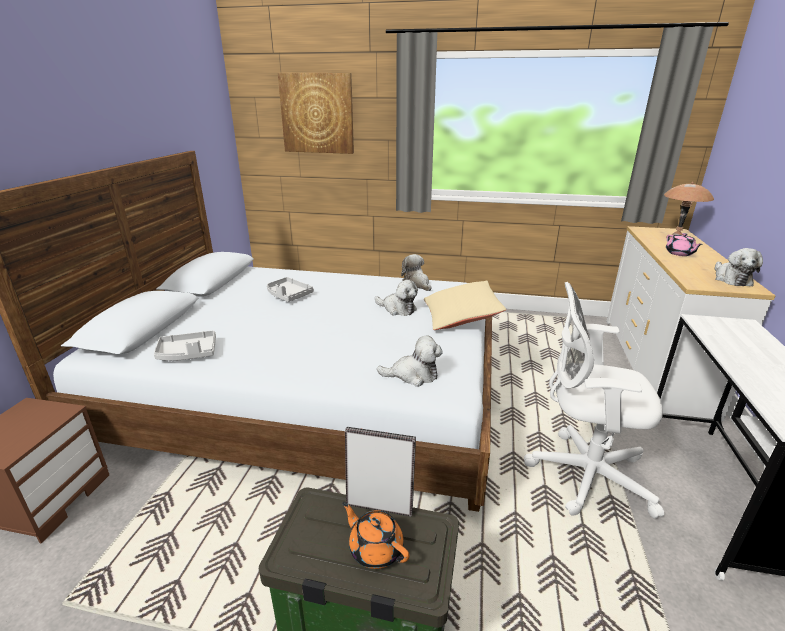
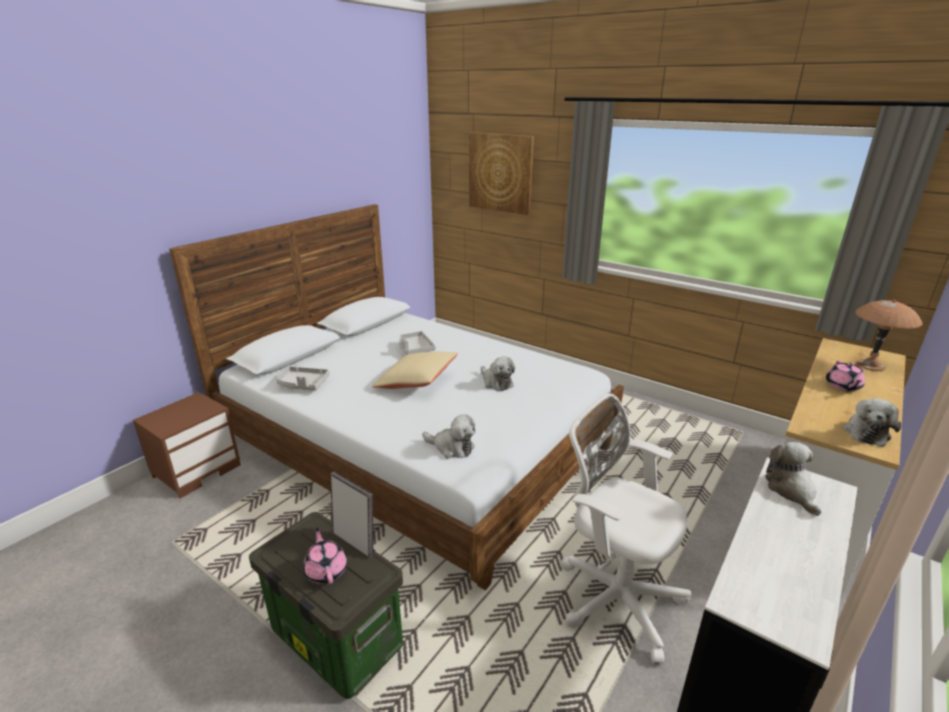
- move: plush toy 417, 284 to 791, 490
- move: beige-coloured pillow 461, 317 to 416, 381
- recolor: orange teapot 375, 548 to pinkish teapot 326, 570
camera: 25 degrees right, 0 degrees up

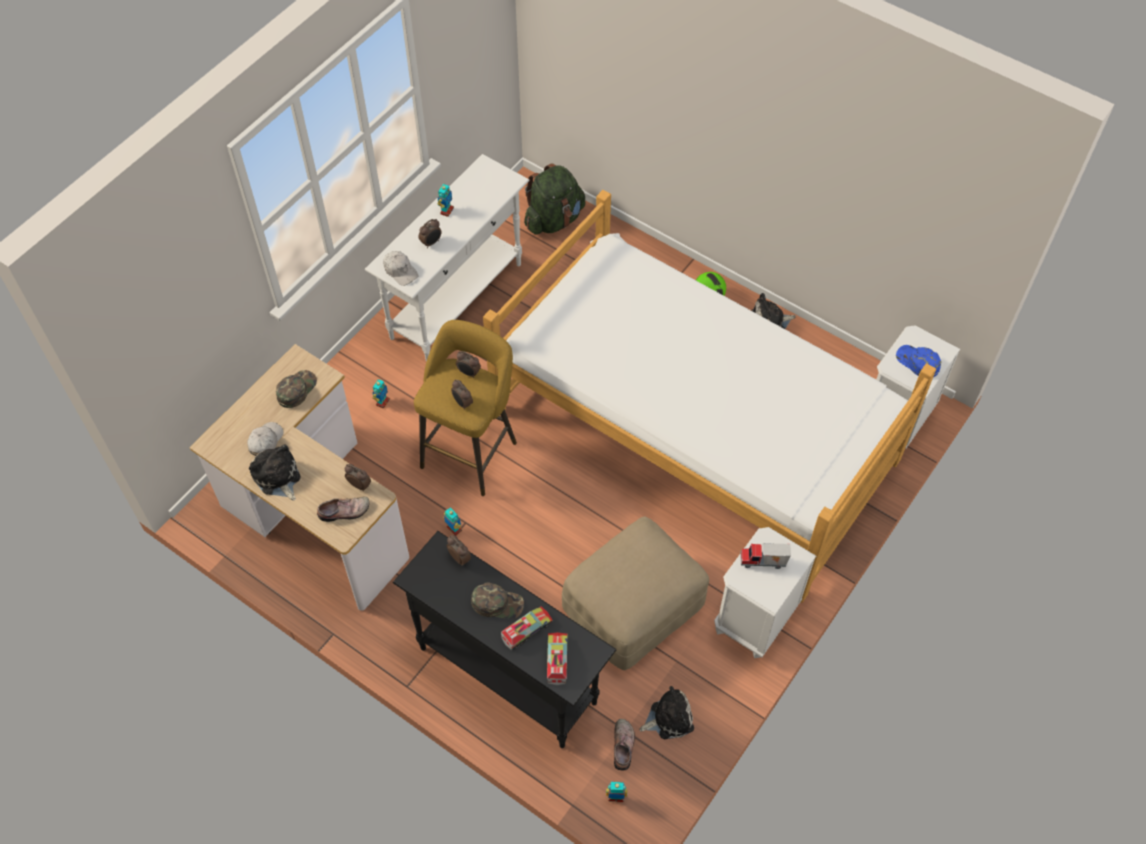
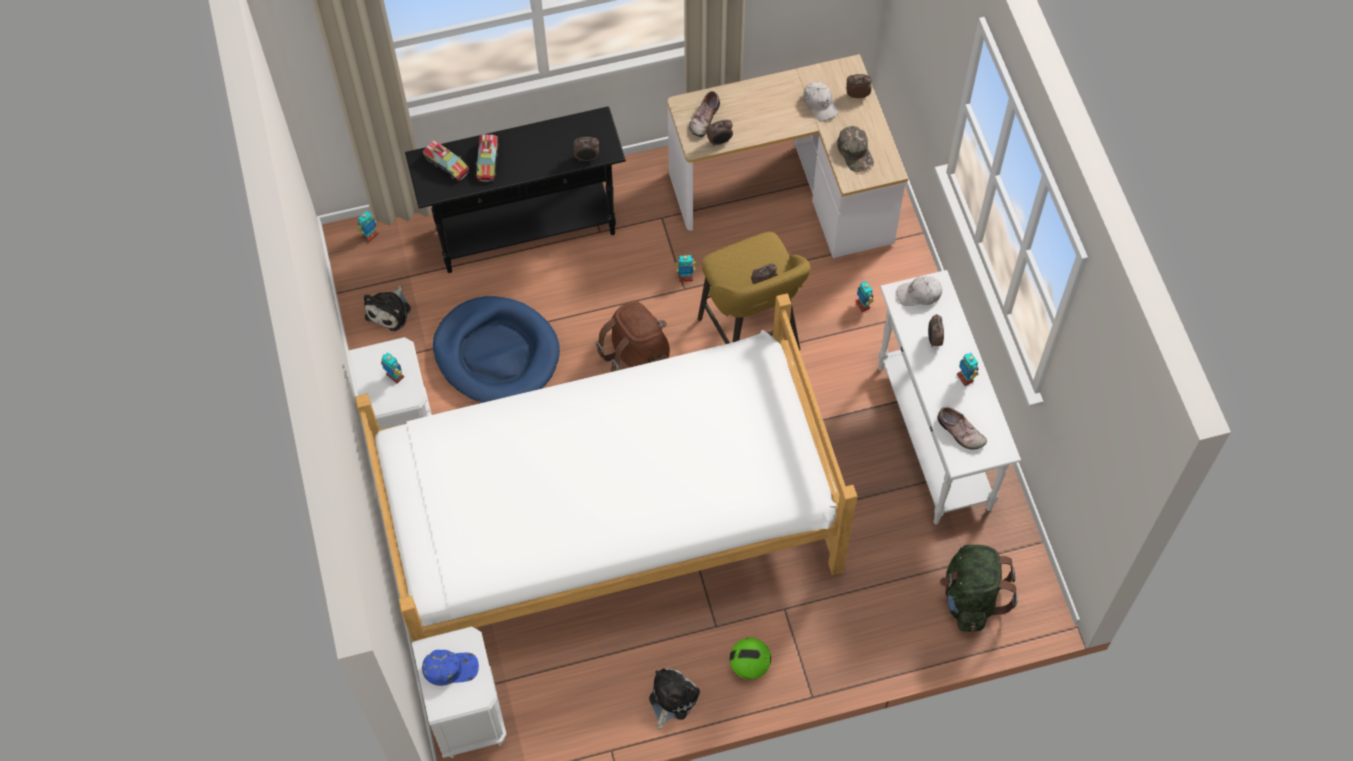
- delete: plush toy 277, 478
- delete: greenish peaked cap 497, 603
- insert: brown-coloured rucksack 638, 356
- move: table clock 462, 403 to 857, 95
- move: shoe 624, 746 to 959, 432
- replace: beige-coloured ottoman 633, 608 to bluish dog cushion 497, 353
- replace: model truck 763, 562 to model robot 395, 376
camera: 130 degrees right, 5 degrees up

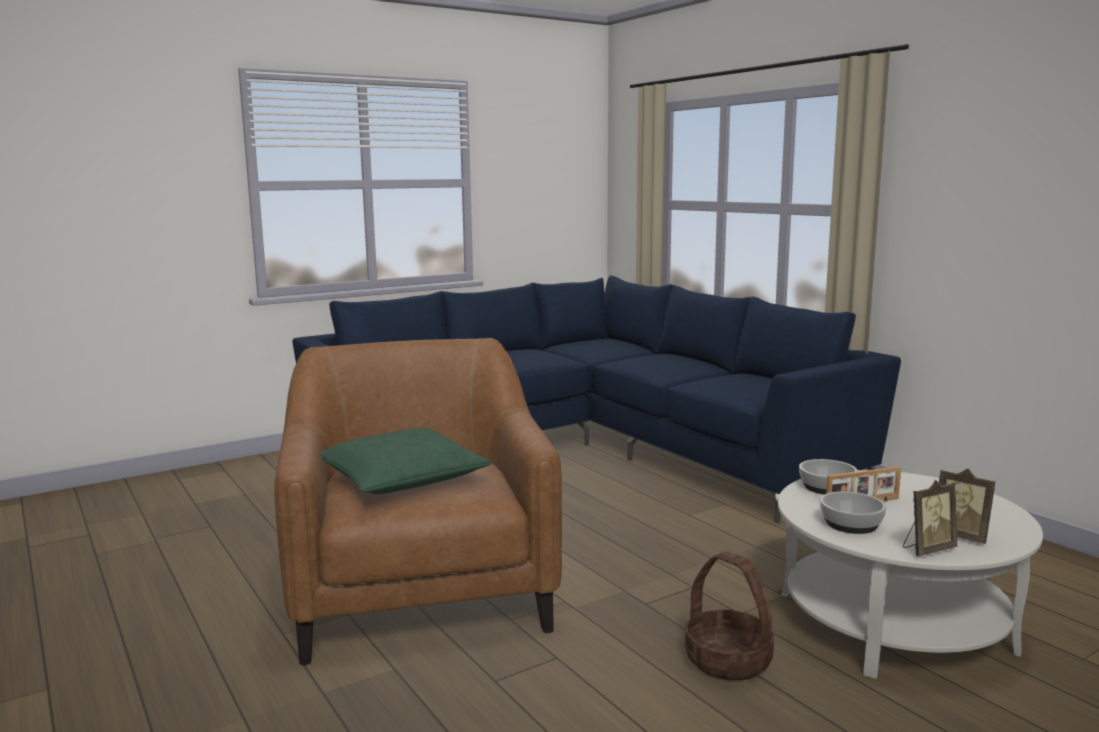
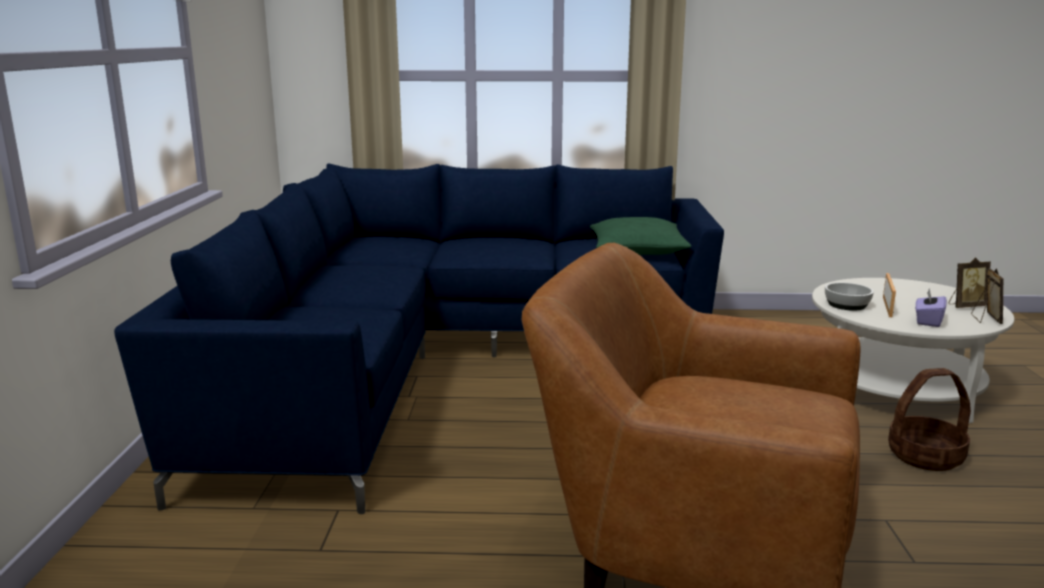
- move: greenish pillow 402, 479 to 637, 250
- replace: deep dish 851, 524 to purple box of tissues 928, 321
camera: 55 degrees left, 5 degrees up

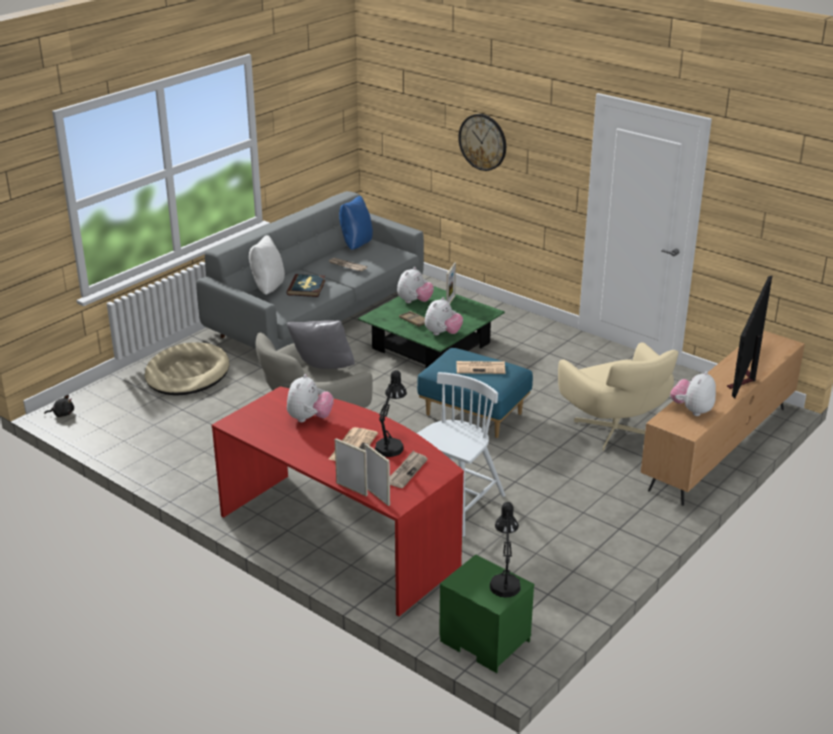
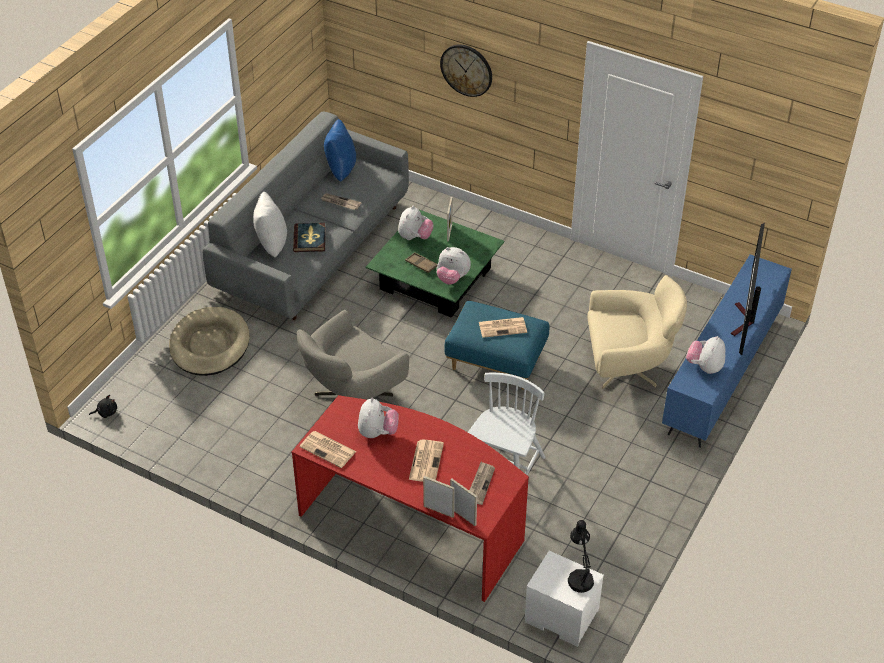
- delete: grey pillow 322, 370
- delete: blackish tabletop lamp 391, 445
- insert: printed paper 328, 449
- recolor: greenish bedside table 483, 641 to white bedside table 560, 617
- recolor: brown-coloured media console 719, 447 to bluish media console 721, 375
- rotate: plush toy 442, 333 = 452, 278 90 degrees clockwise
- rotate: beige-coloured easy chair 616, 431 = 628, 367 60 degrees counterclockwise
camera: 10 degrees left, 15 degrees up

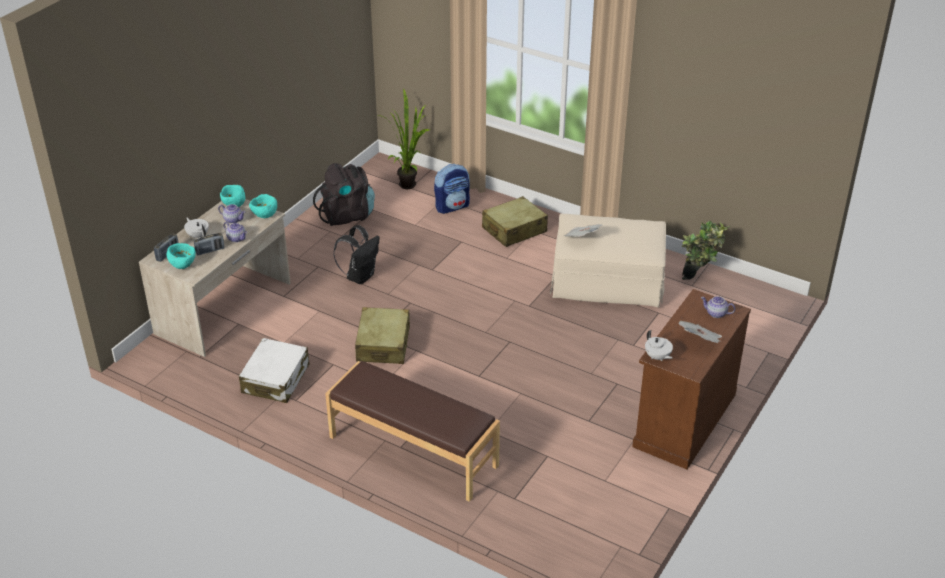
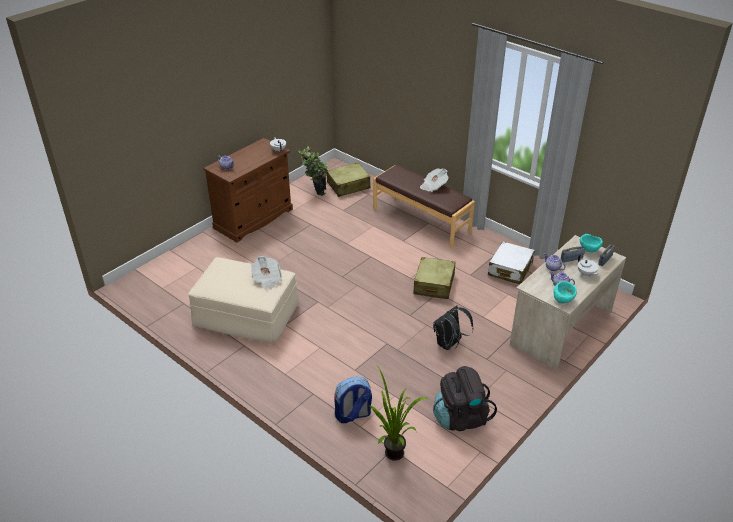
- delete: blue-green deep dish 264, 215
- move: beige-coloured piece of luggage 514, 230 to 348, 185
- move: printed paper 700, 341 to 433, 186
- move: houseplant 699, 281 to 315, 192
camera: 170 degrees left, 0 degrees up

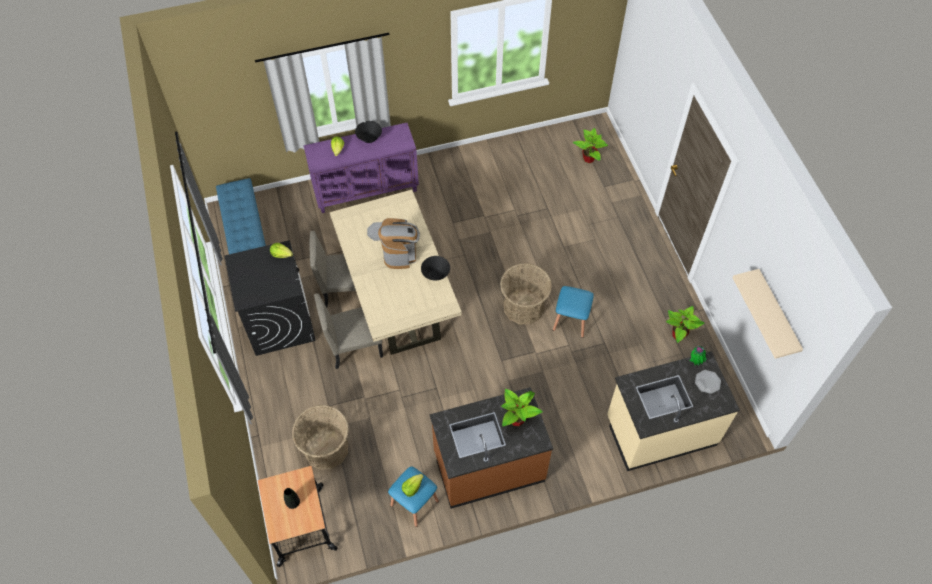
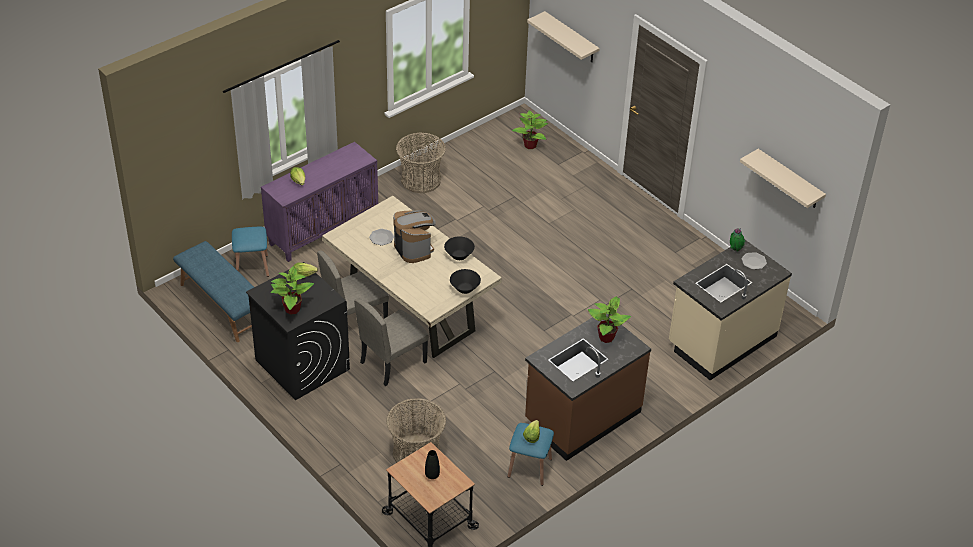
- insert: beige-coloured shelf 571, 38
- move: blackish deep dish 369, 138 to 465, 289
- move: basket 523, 307 to 421, 180
- move: bluish sitting stool 571, 321 to 252, 267
- move: houseplant 678, 335 to 292, 309
camera: 25 degrees left, 15 degrees down

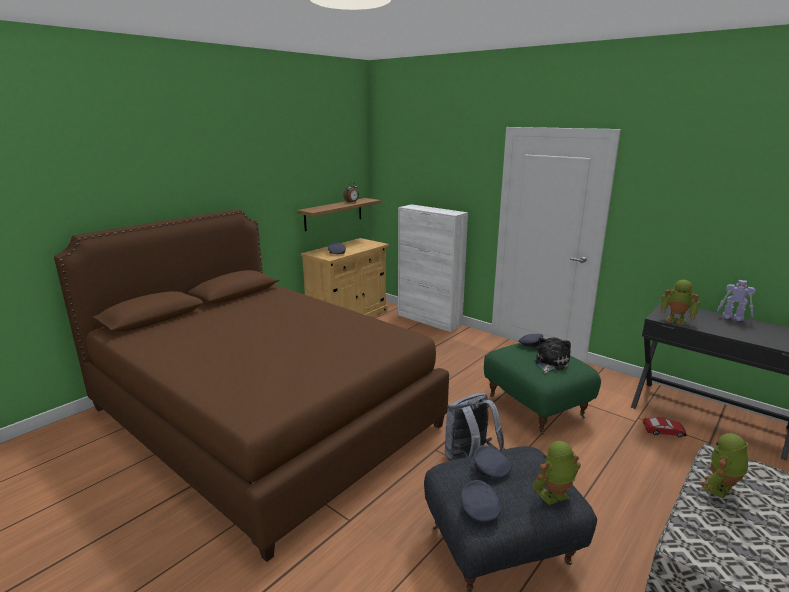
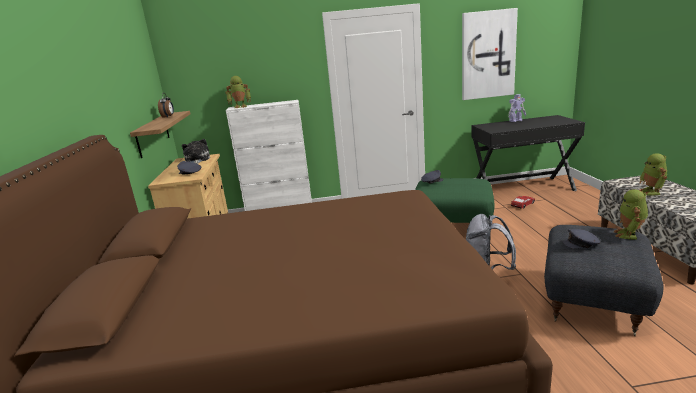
- delete: grey peaked cap 479, 508
- insert: picture 488, 55
- move: plush toy 550, 363 to 197, 160
- move: model robot 676, 320 to 240, 106
camera: 45 degrees left, 0 degrees up

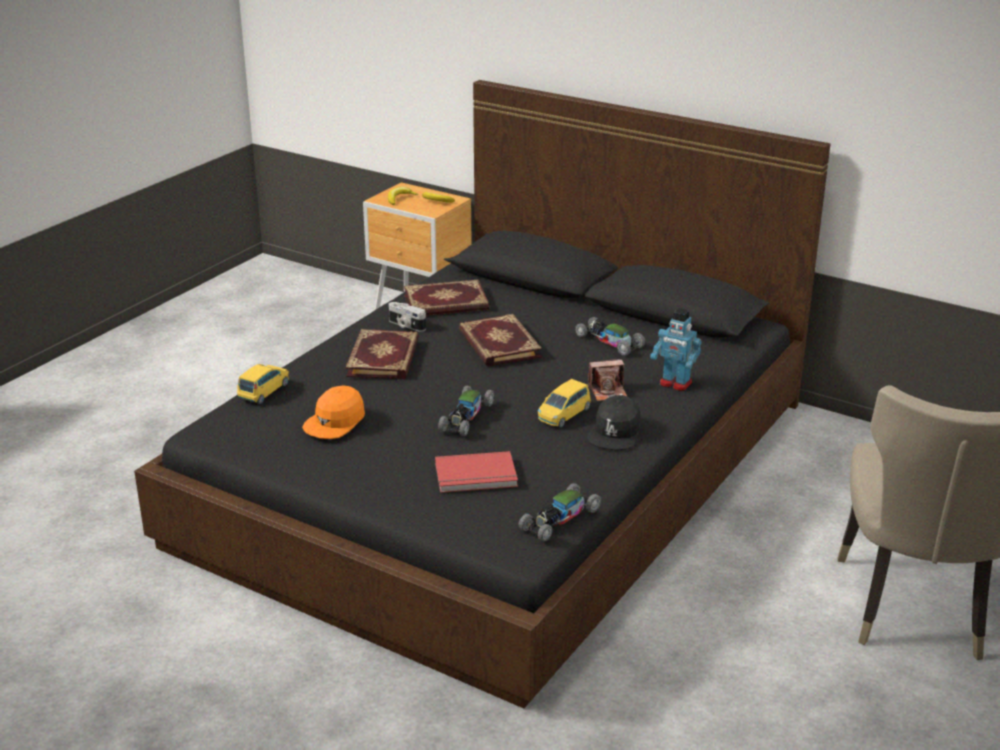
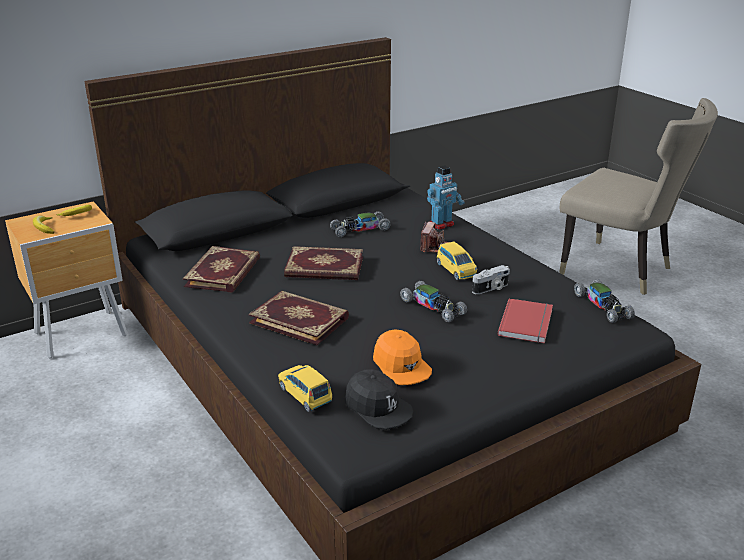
- move: photo camera 405, 325 to 491, 288
- move: blackish peaked cap 615, 432 to 378, 407
camera: 65 degrees left, 0 degrees up

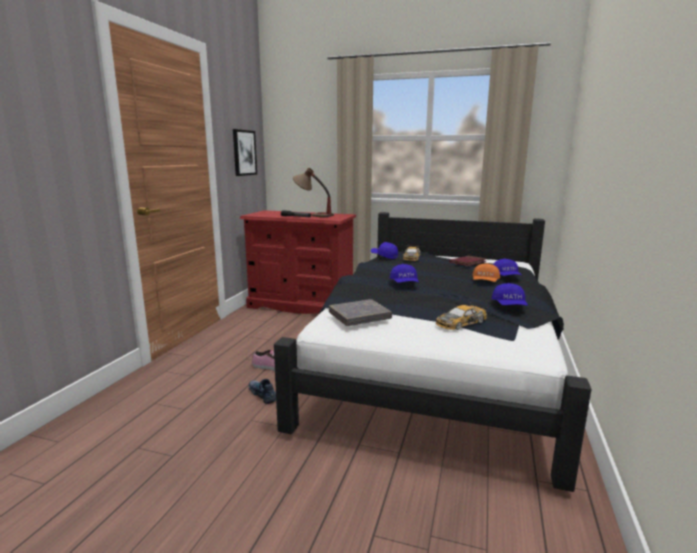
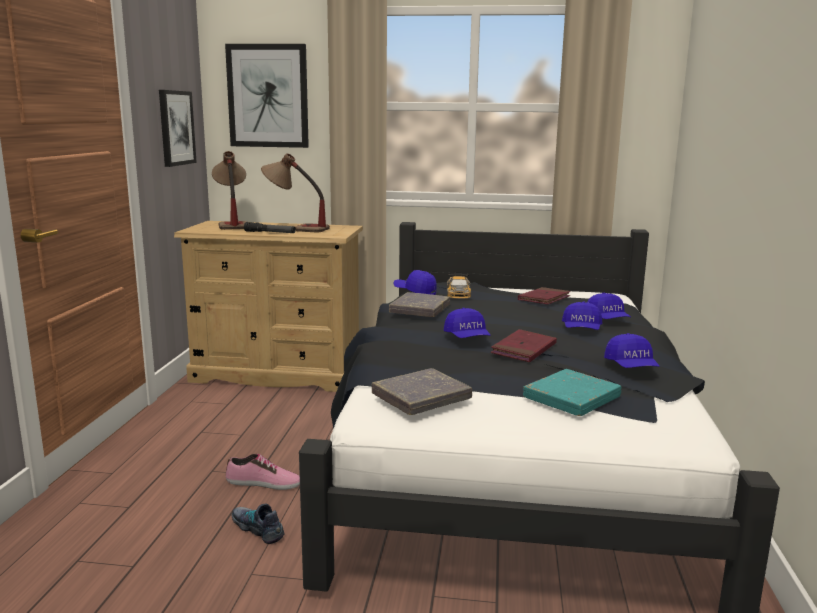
- insert: tabletop lamp 232, 224
- insert: picture 268, 96
- insert: grey bound book 419, 309
- insert: reddish bound book 524, 349
- replace: toy car 460, 322 to blue-green bound book 572, 398
- recolor: reddish drawer chest 301, 305 to beige-coloured drawer chest 278, 373
- recolor: orange peaked cap 485, 282 to bluish peaked cap 581, 330
camera: 10 degrees left, 0 degrees up

